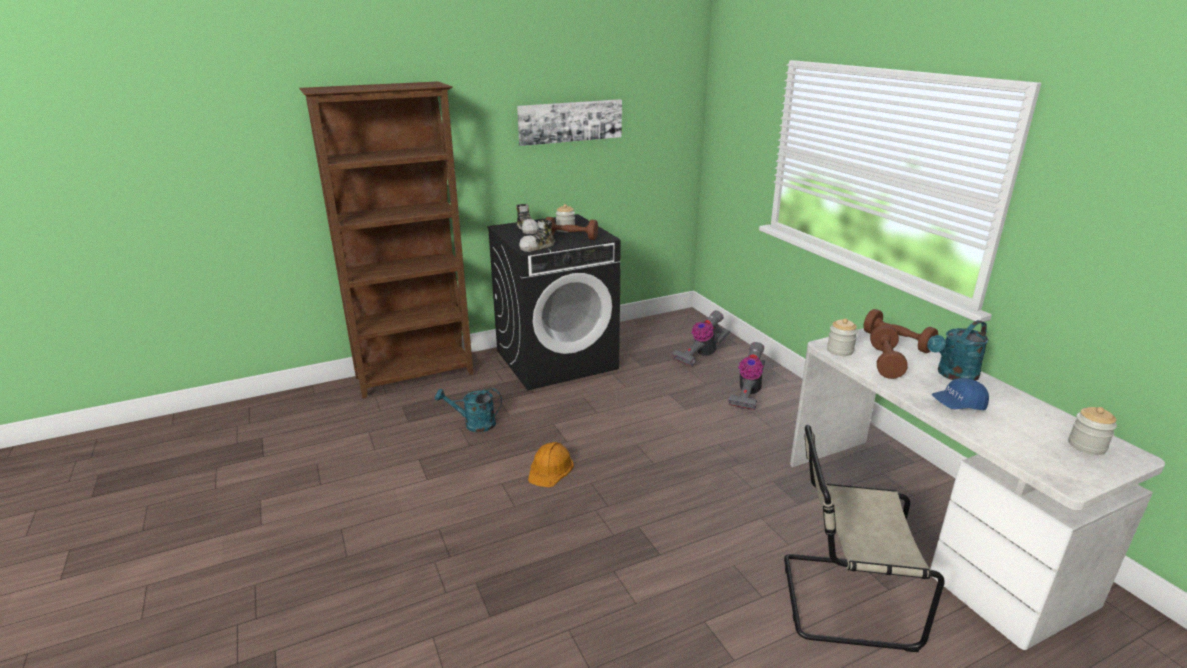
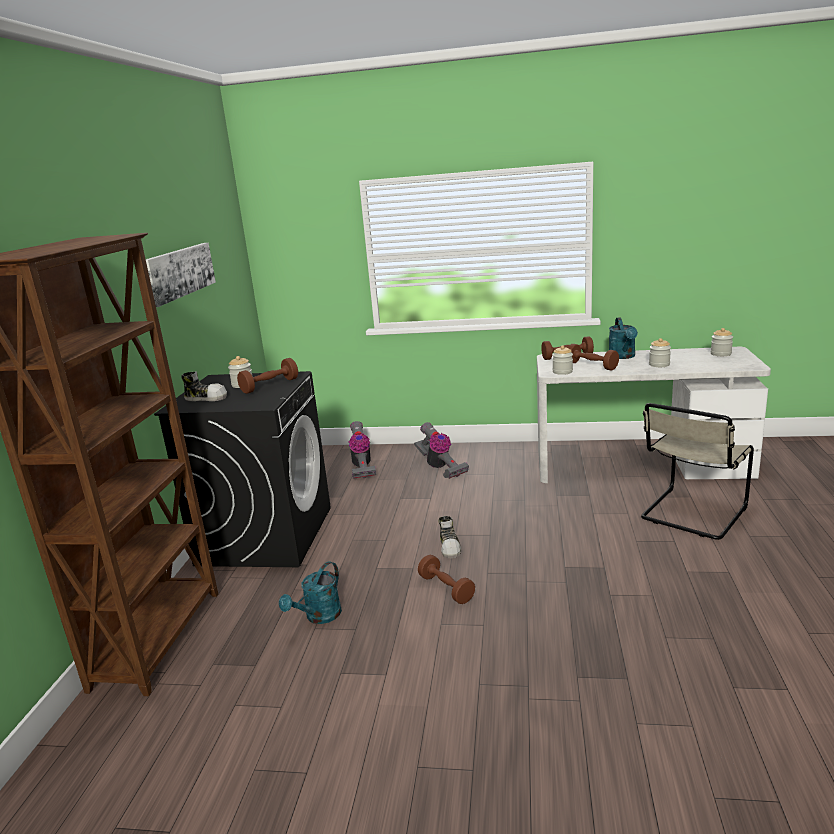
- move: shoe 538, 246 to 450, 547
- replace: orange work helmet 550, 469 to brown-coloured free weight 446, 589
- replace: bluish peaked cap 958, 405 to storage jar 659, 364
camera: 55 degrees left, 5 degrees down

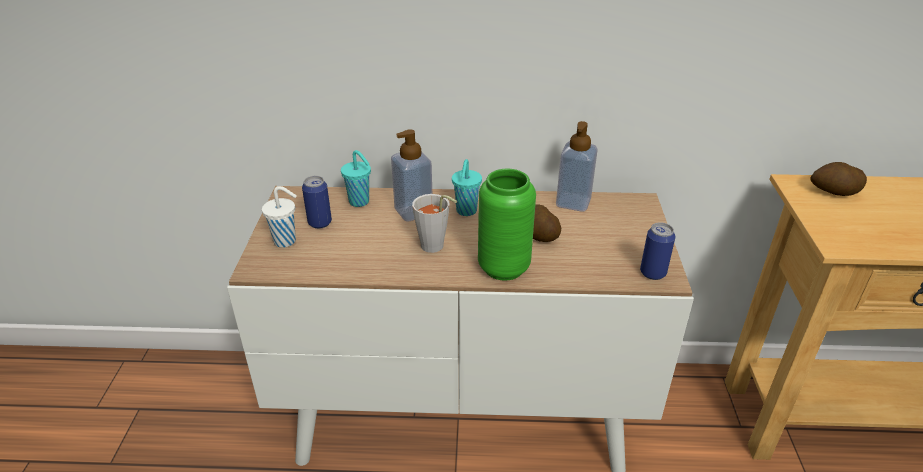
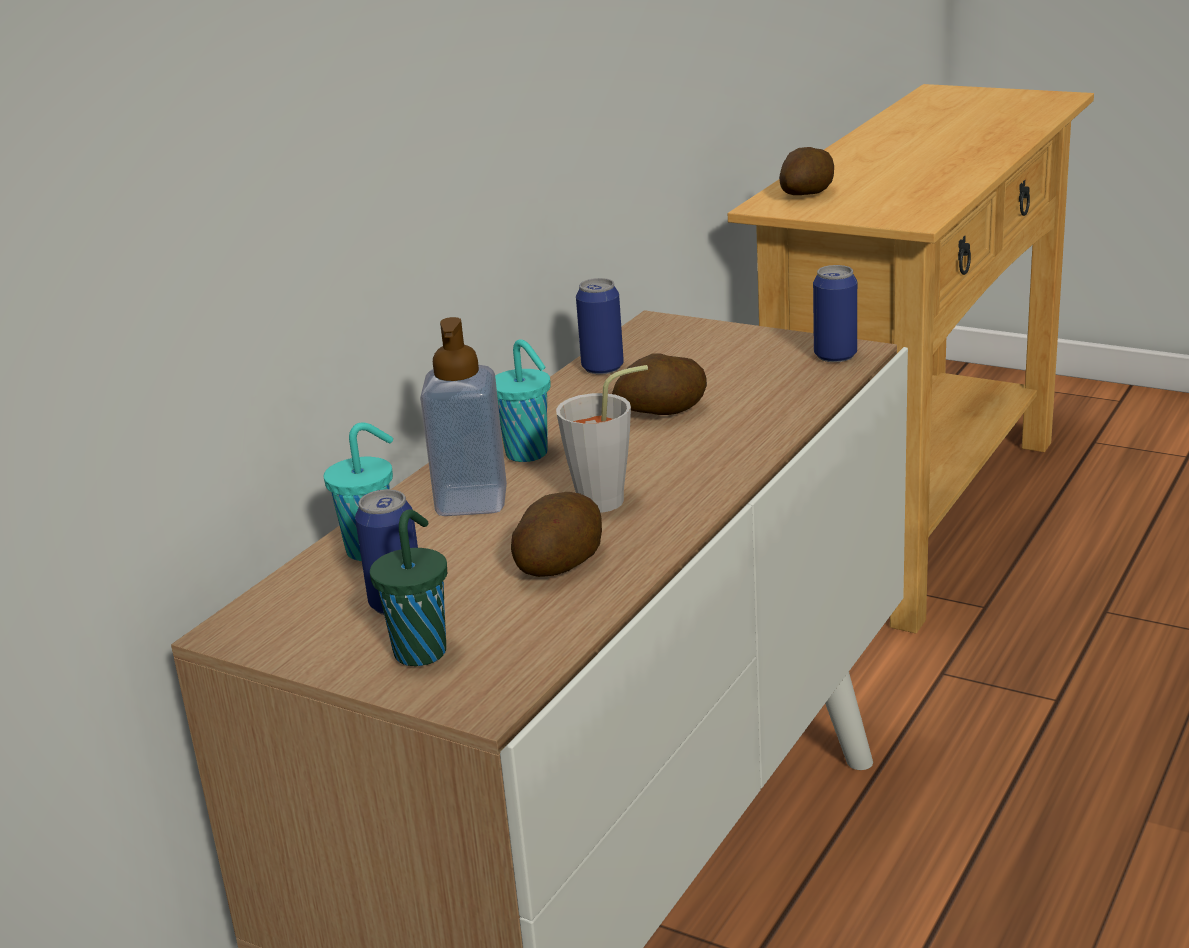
- delete: greenish flower vase 503, 268
- insert: spud 560, 562
- replace: soap bottle 573, 202 to metal can 602, 368
- recolor: white cup 286, 241 to greenish cup 422, 651
camera: 60 degrees left, 10 degrees down

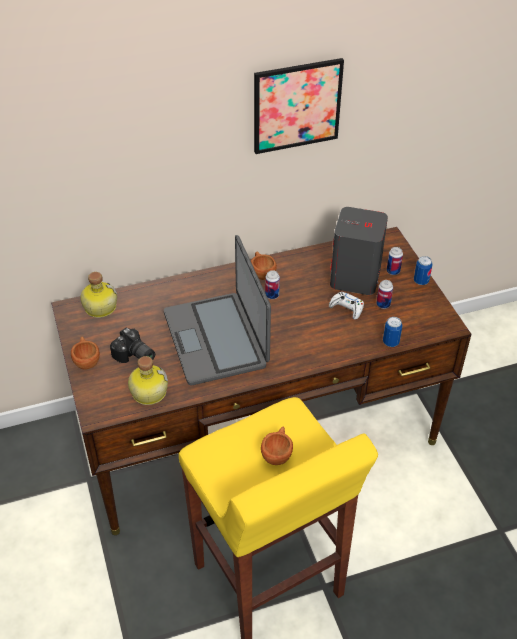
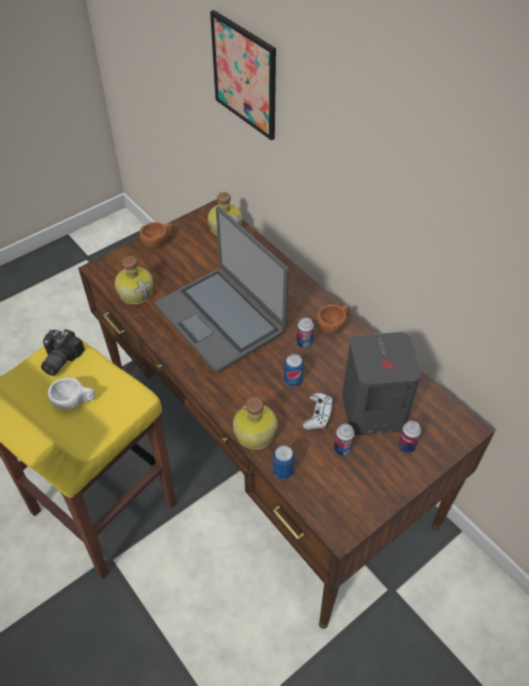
- insert: beverage bottle 254, 434
- move: photo camera 134, 356 to 58, 359
- move: picture 297, 106 to 245, 75
- move: metal can 421, 281 to 293, 380
- recolor: brown-coloured cup 277, 453 to white cup 74, 402
- rotate: portable computer 216, 339 = 221, 318 90 degrees counterclockwise
camera: 70 degrees right, 5 degrees up

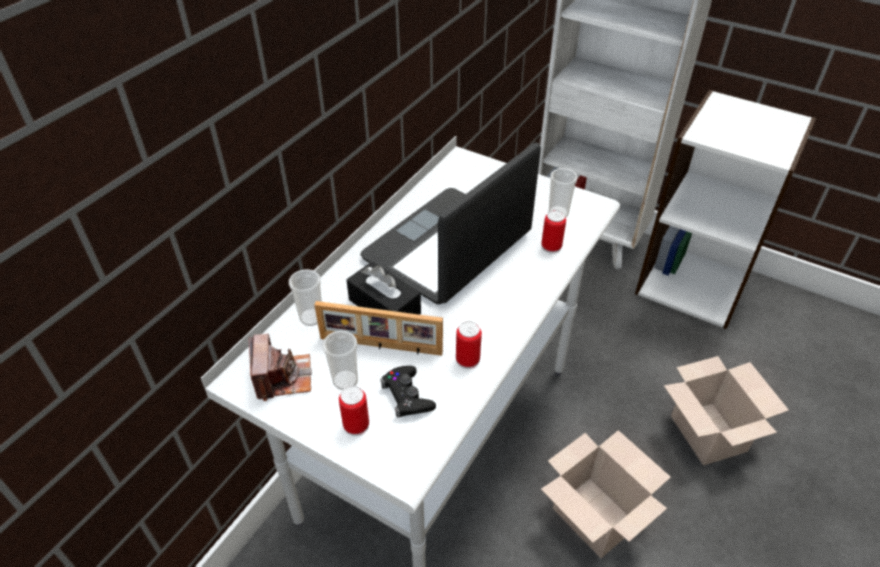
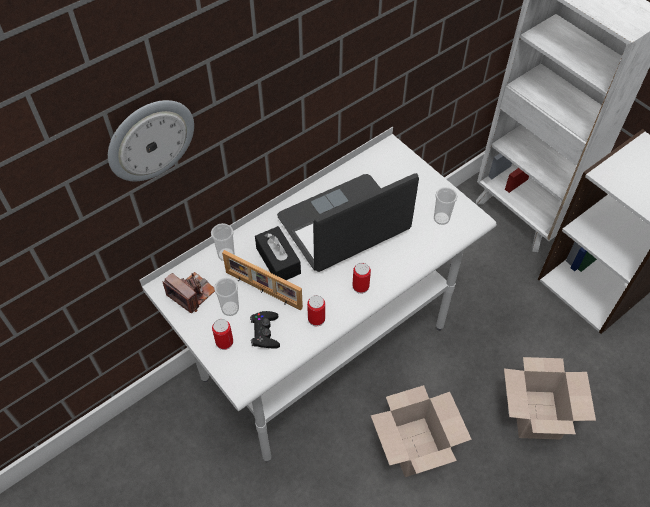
- insert: clock on the wall 150, 139
- move: metal can 551, 247 to 360, 287
- rotate: photo camera 283, 377 = 191, 293 60 degrees counterclockwise
camera: 20 degrees right, 10 degrees up

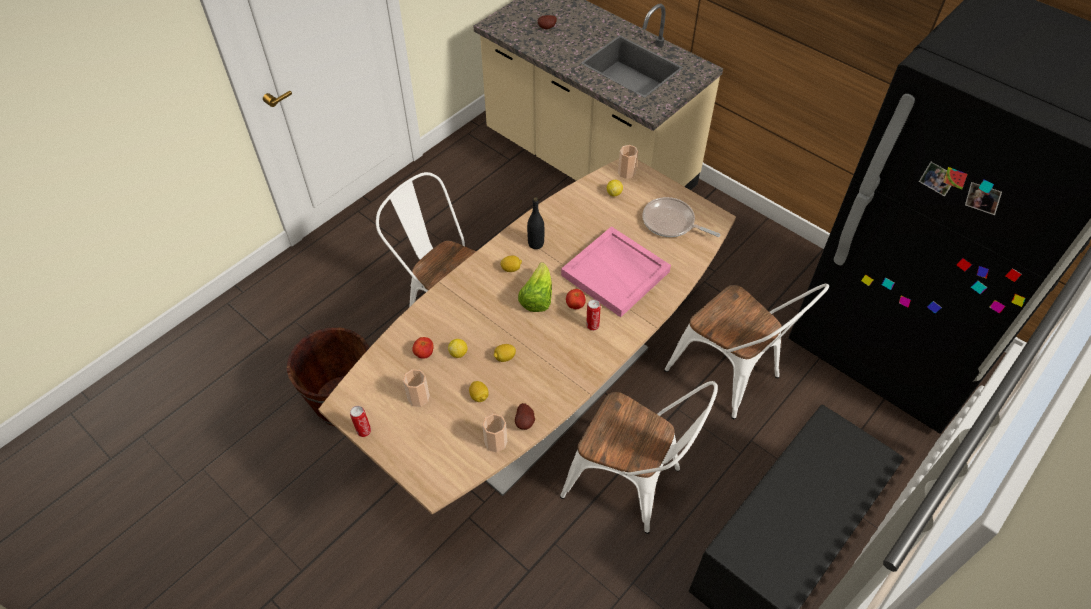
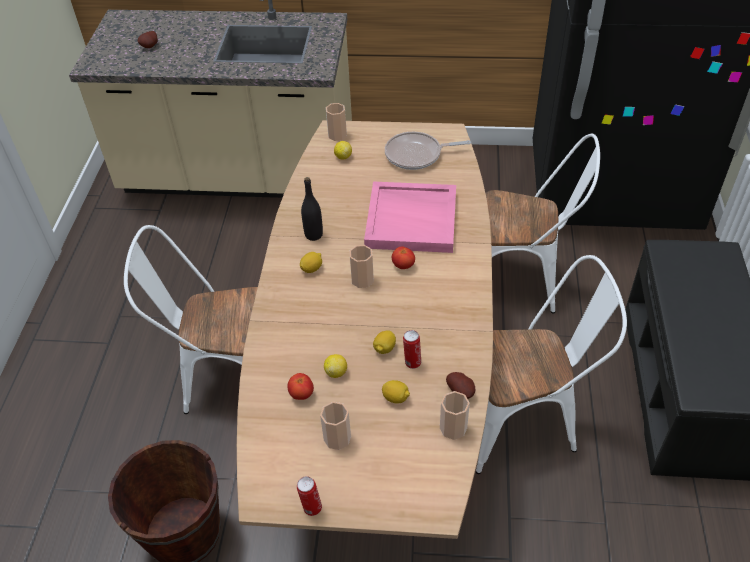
- move: metal can 592, 325 to 412, 362
- replace: lettuce 537, 298 to cup 362, 280
camera: 35 degrees left, 5 degrees down

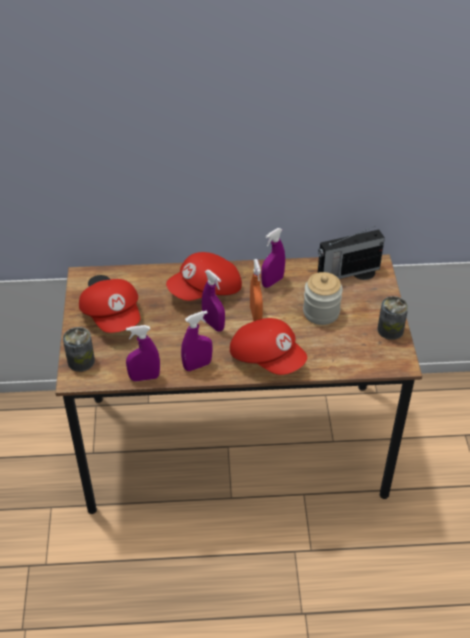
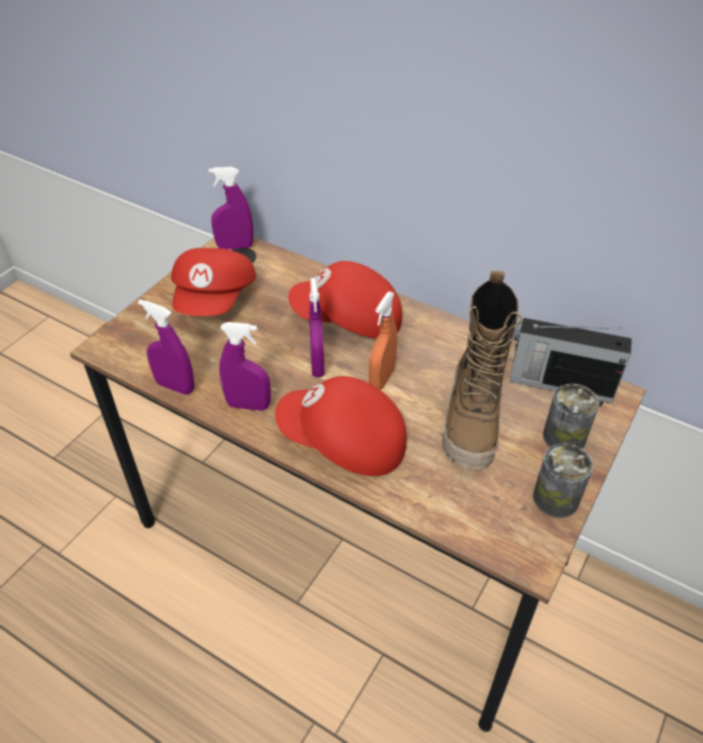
- move: metal can 81, 361 to 564, 437
- move: purple spray bottle 272, 282 to 235, 247
- replace: storage jar 321, 312 to high-top boot 472, 420
- rotate: reddish peaked cap 267, 357 = 344, 443 120 degrees clockwise
camera: 35 degrees right, 0 degrees up

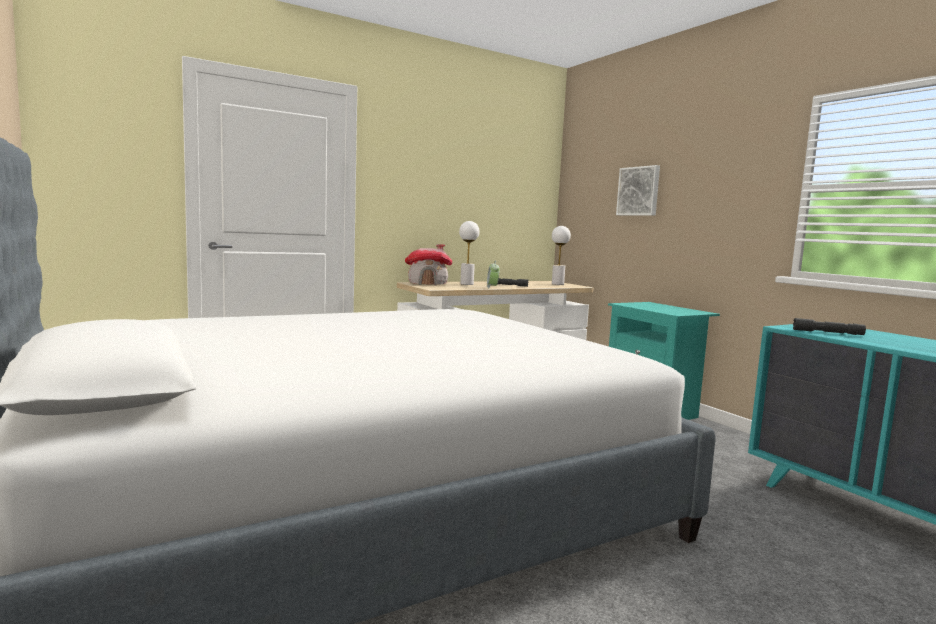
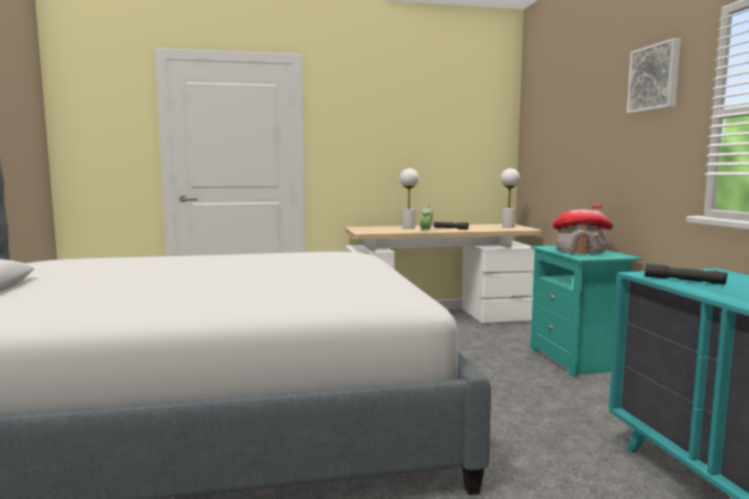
- move: model house 428, 283 to 581, 252
- move: picture 639, 191 to 655, 78
camera: 20 degrees right, 0 degrees up

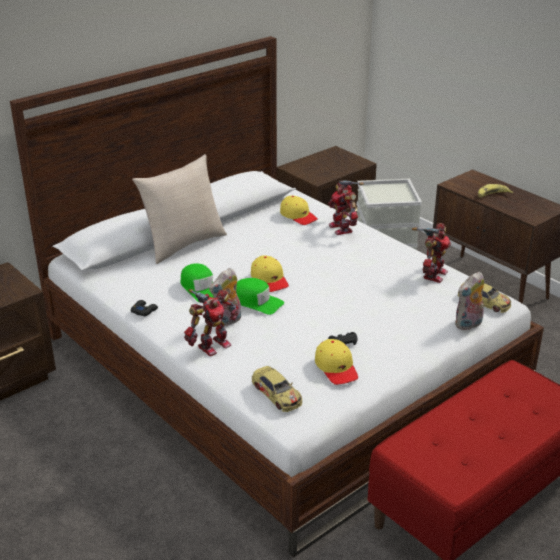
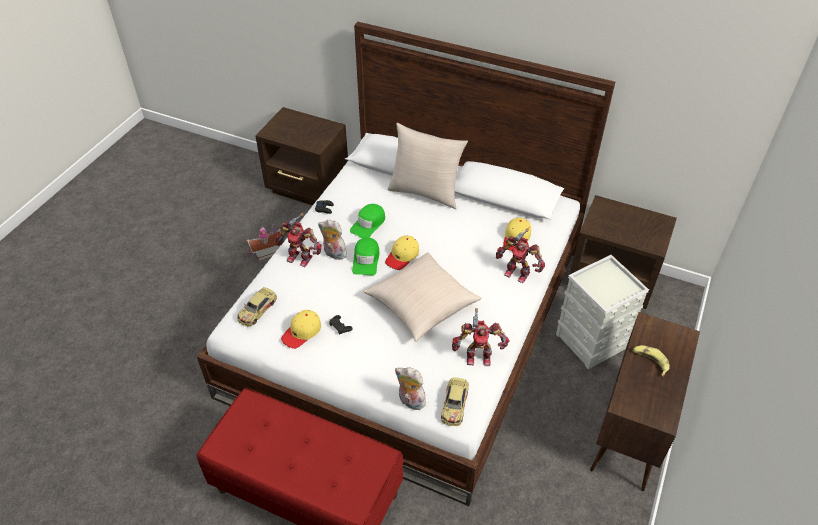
- insert: model house 266, 253
- insert: beige-coloured pillow 422, 305
- rotate: model robot 342, 228 = 517, 272 105 degrees counterclockwise
camera: 65 degrees right, 15 degrees up

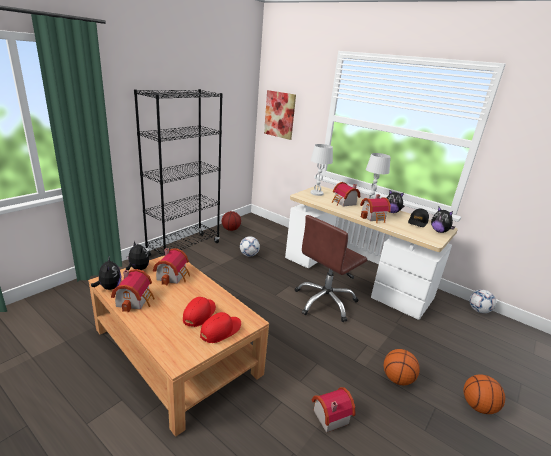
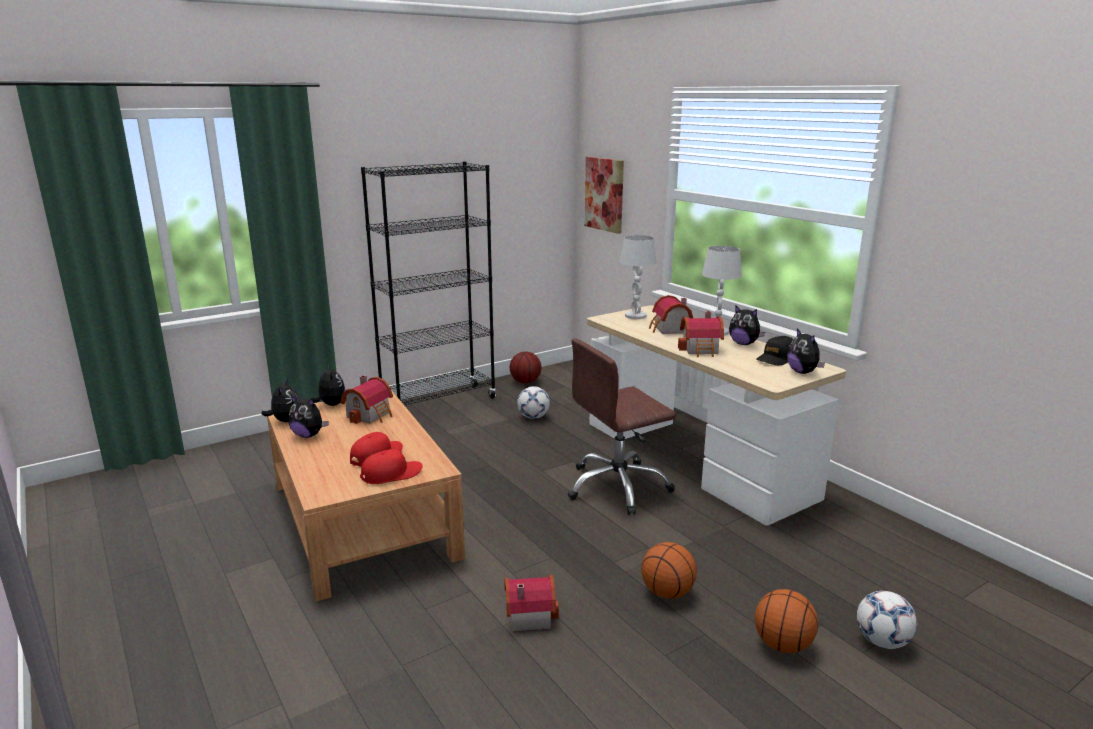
- move: football 478, 310 to 882, 641
- replace: model house 135, 300 to plush toy 308, 435
camera: 20 degrees right, 5 degrees down

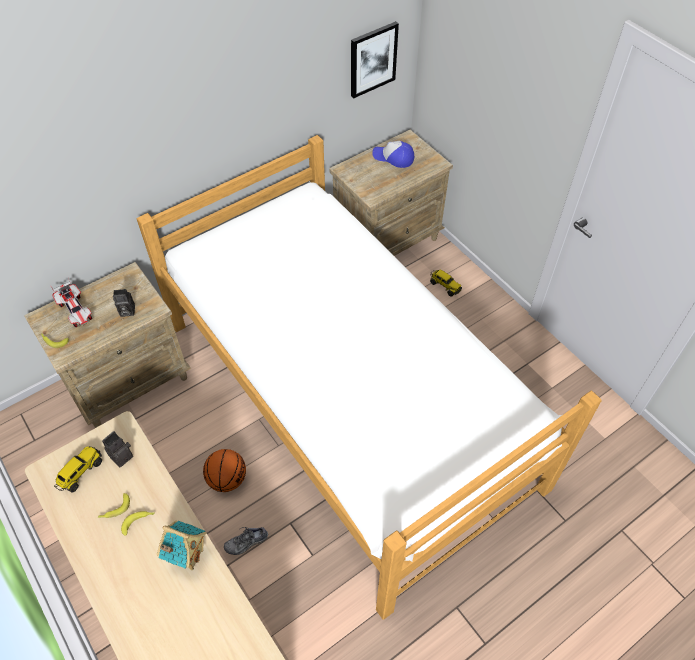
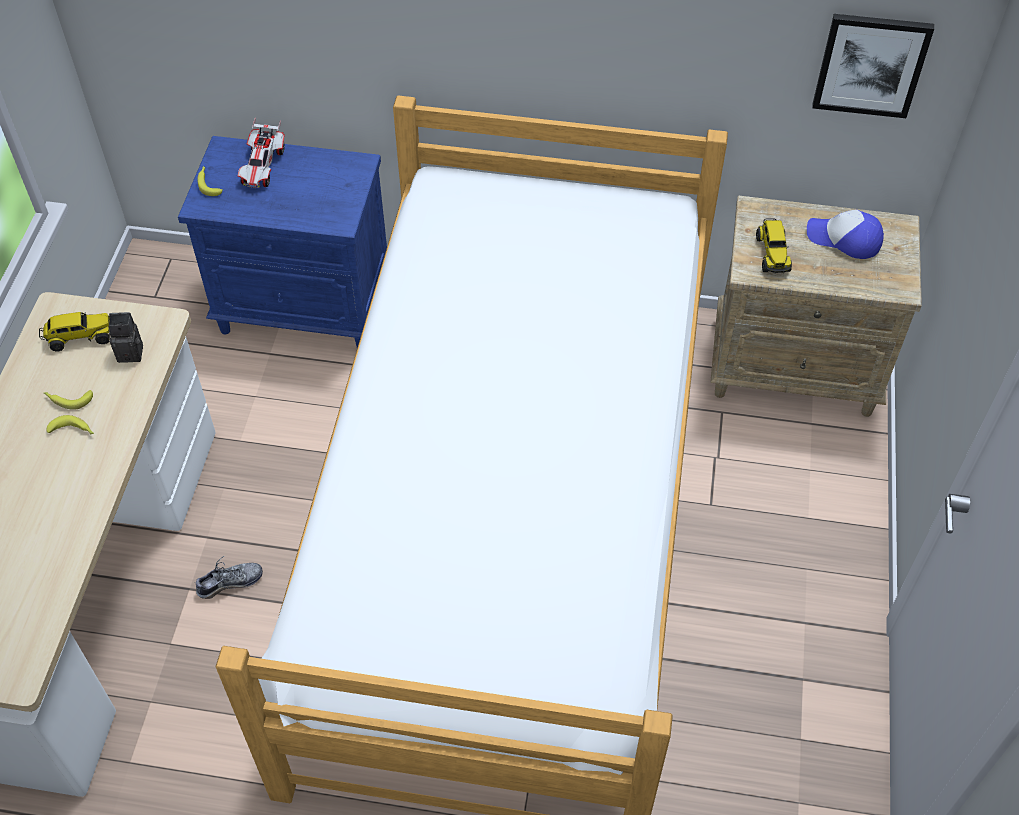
- delete: photo camera 126, 311
- delete: model house 187, 555
- delete: ball for basketball 227, 479
- move: model truck 444, 286 to 772, 253
- recolor: beige-coloured bedside table 130, 380 to bluish bedside table 306, 306
- rotate: shoe 246, 542 = 230, 583 135 degrees clockwise
- rotate: peaked cap 393, 157 = 844, 239 45 degrees counterclockwise
camera: 45 degrees right, 0 degrees up

